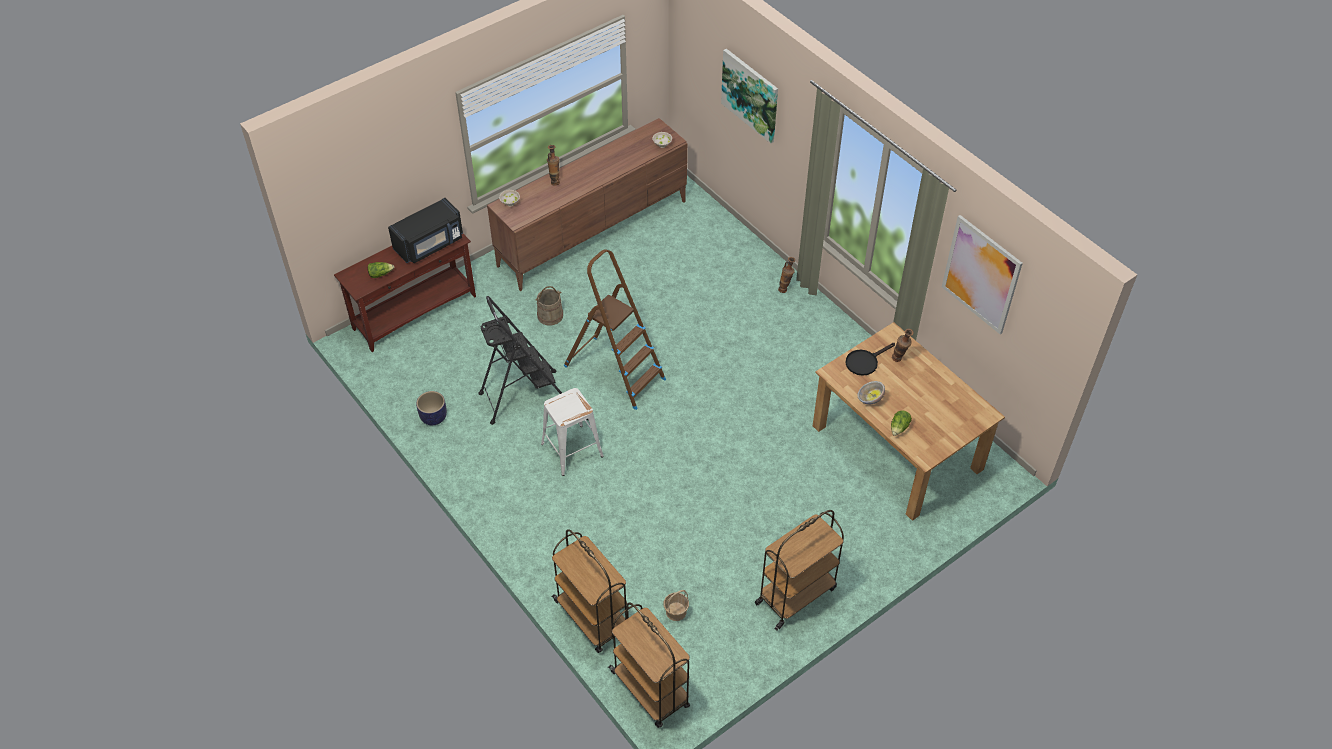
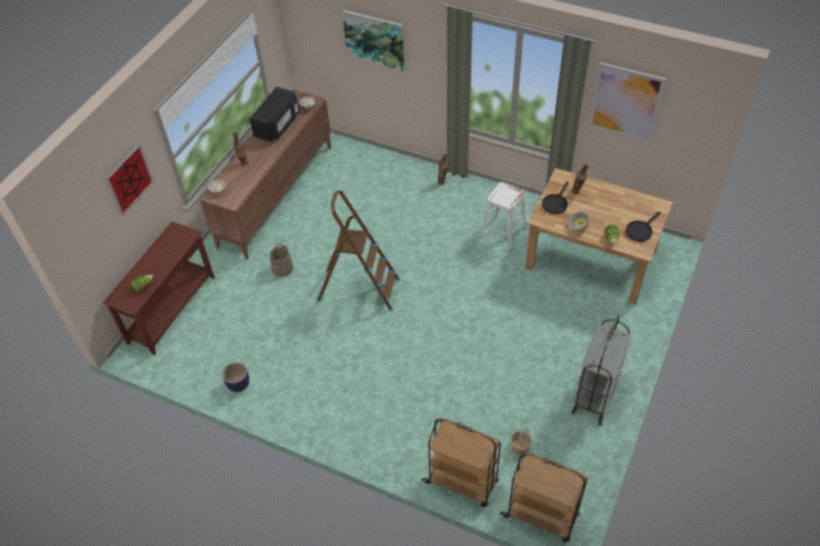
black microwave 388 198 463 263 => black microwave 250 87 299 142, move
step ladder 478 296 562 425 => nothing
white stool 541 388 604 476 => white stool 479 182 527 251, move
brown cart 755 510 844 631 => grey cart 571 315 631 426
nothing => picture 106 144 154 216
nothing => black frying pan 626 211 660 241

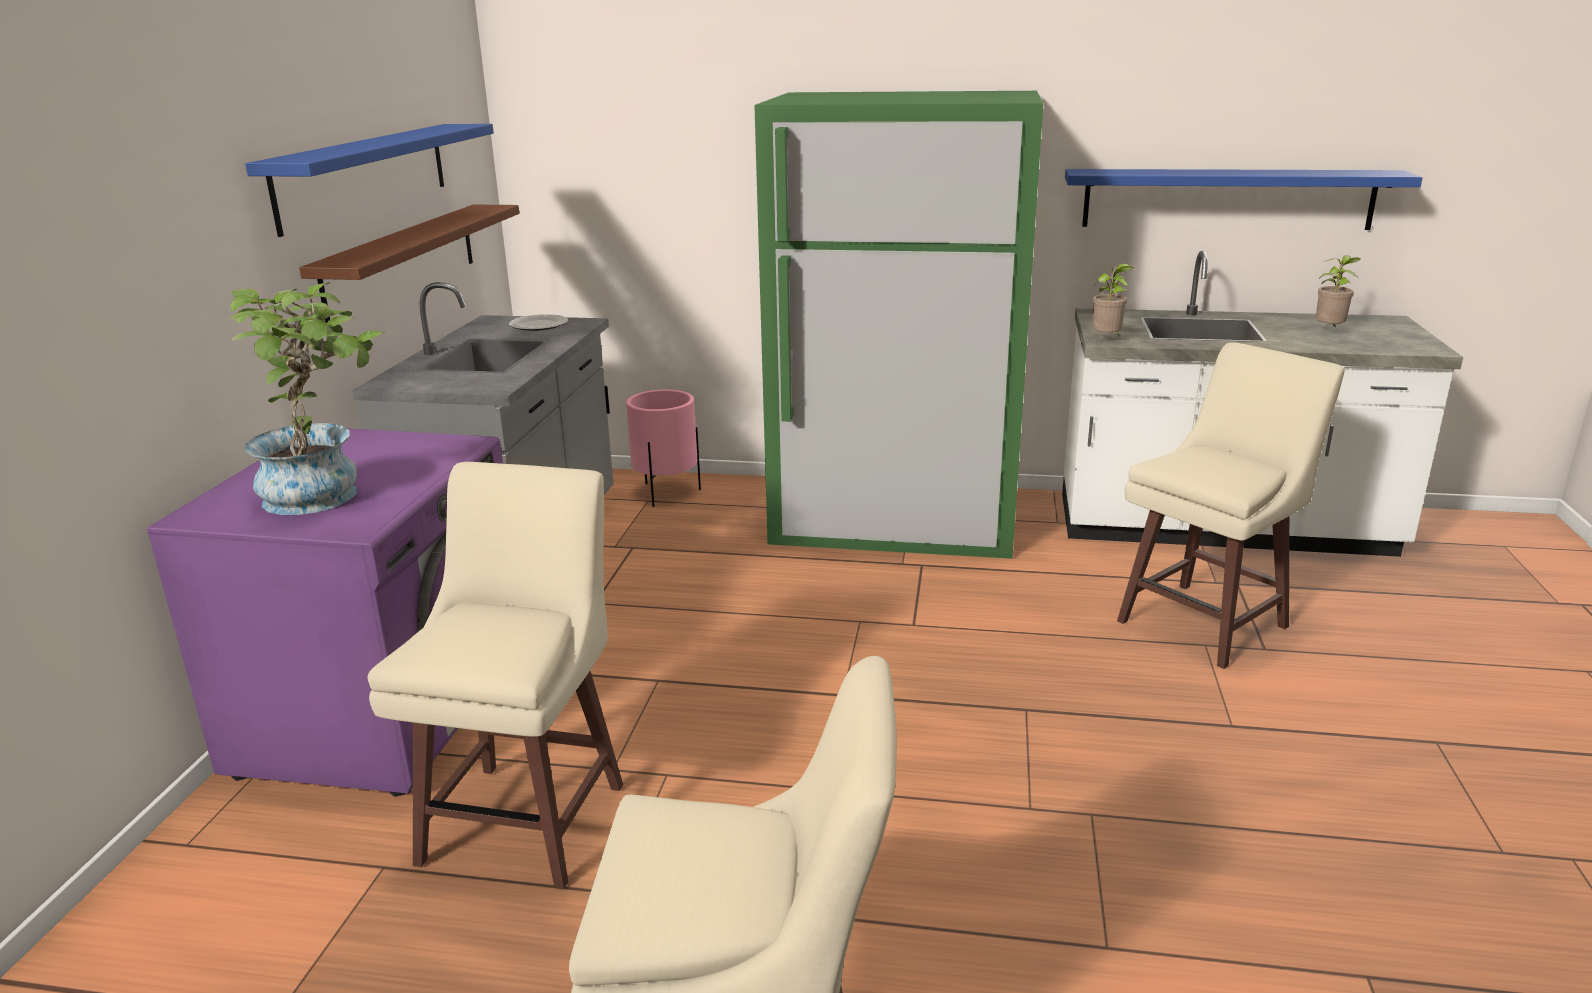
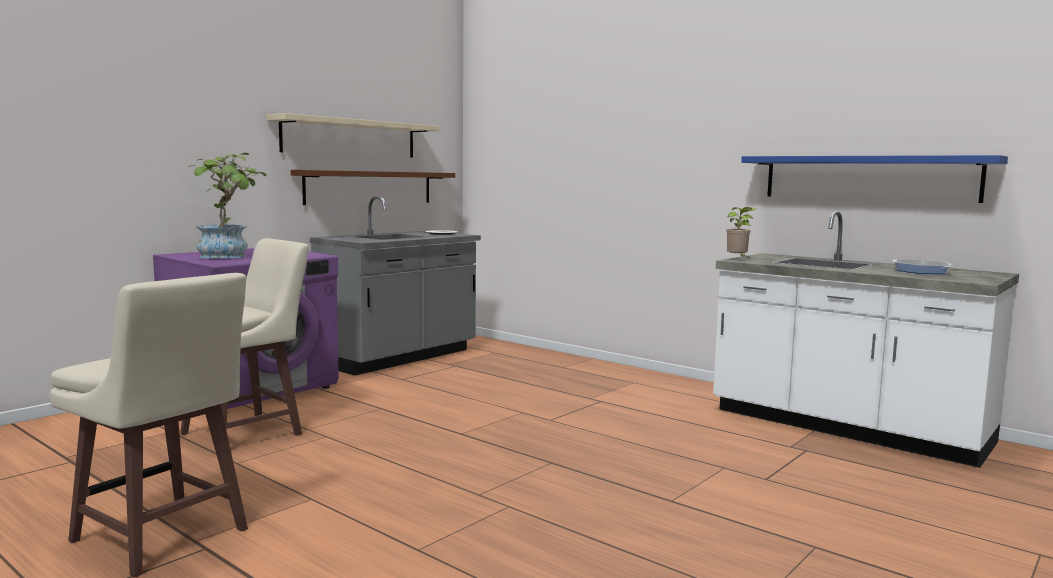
blue shelf 245 124 494 237 => beige shelf 266 113 440 157
pink planter 626 389 701 507 => nothing
green fridge 754 91 1044 559 => nothing
beige stool 1117 342 1345 669 => nothing
potted plant 1316 255 1360 327 => frying pan 892 260 953 274

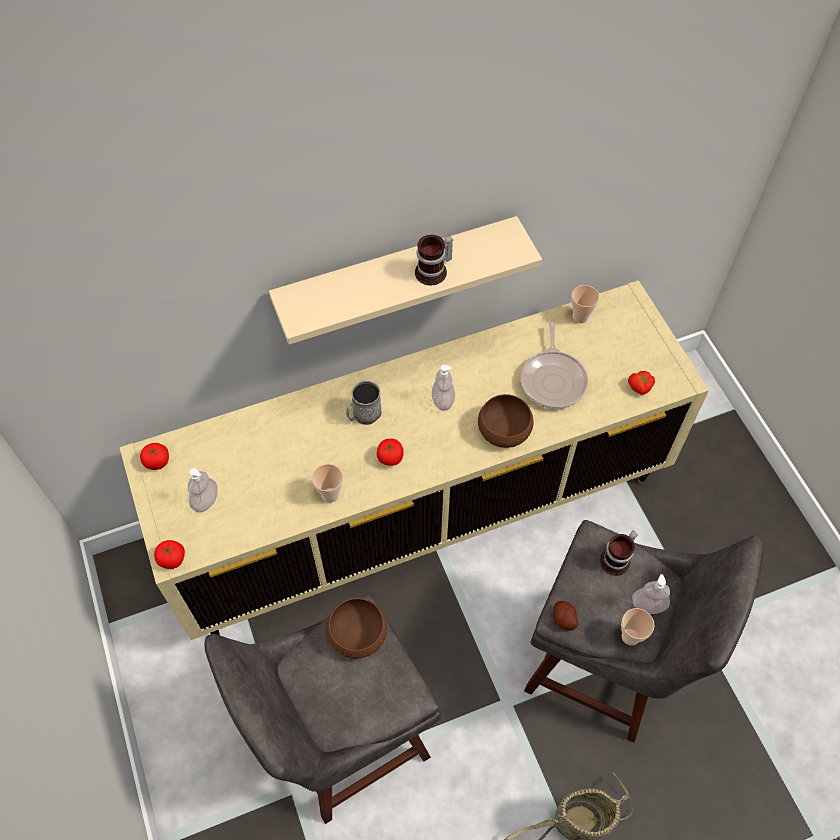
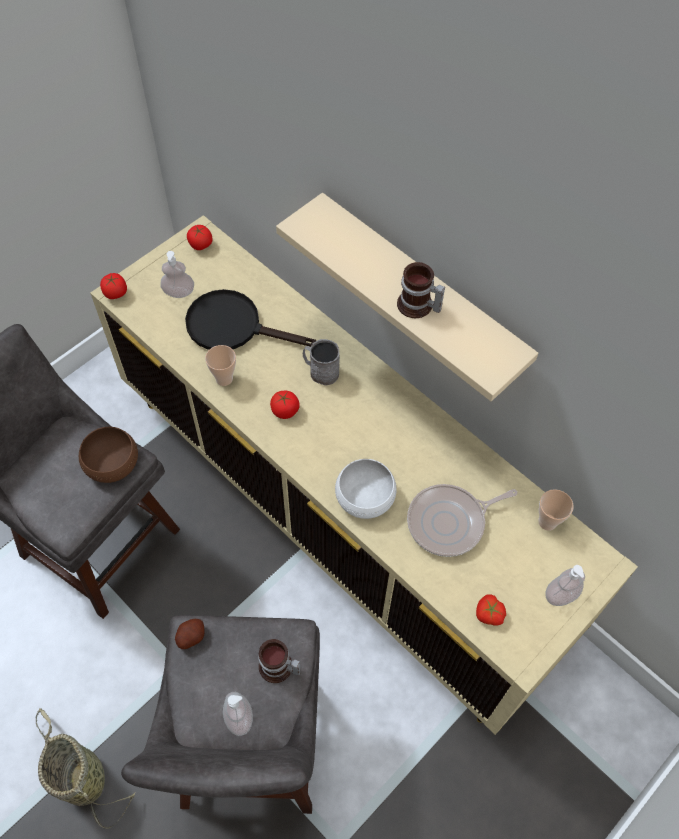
soap dispenser 432 365 455 411 => soap dispenser 546 565 585 606, move
brown bowl 478 394 534 448 => white bowl 335 459 397 519
cup 621 608 655 646 => nothing
nothing => black frying pan 185 289 316 350

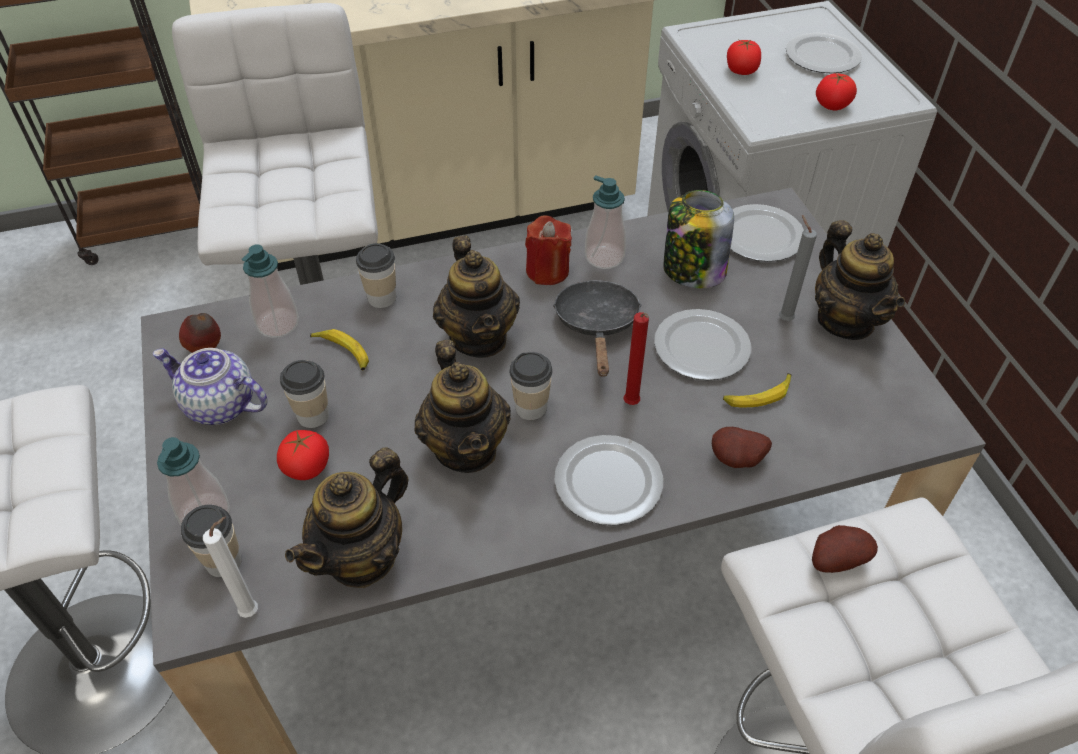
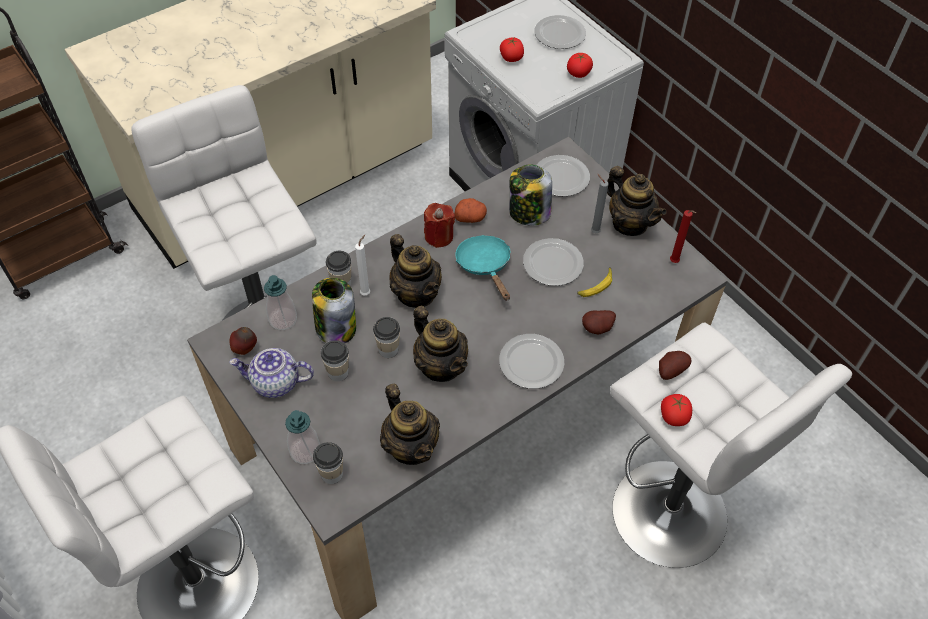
white candle 203 517 258 618 => white candle 355 235 370 295, move
tomato 277 430 329 480 => tomato 661 394 692 426, move
teapot 285 447 409 588 => teapot 380 384 440 465, 45 degrees counterclockwise
banana 310 329 369 370 => jar 312 278 356 344
cup 509 352 553 420 => cup 373 317 400 358, move
black frying pan 553 280 642 377 => turquoise frying pan 455 235 511 301
soap dispenser 585 176 626 269 => potato 454 198 487 223
red candle 624 312 649 405 => red candle 670 210 696 263, move

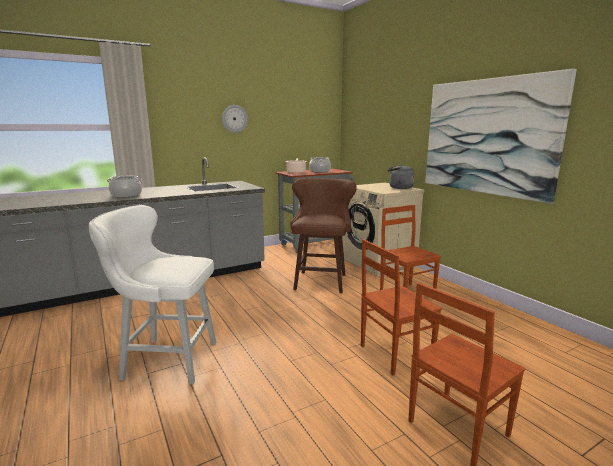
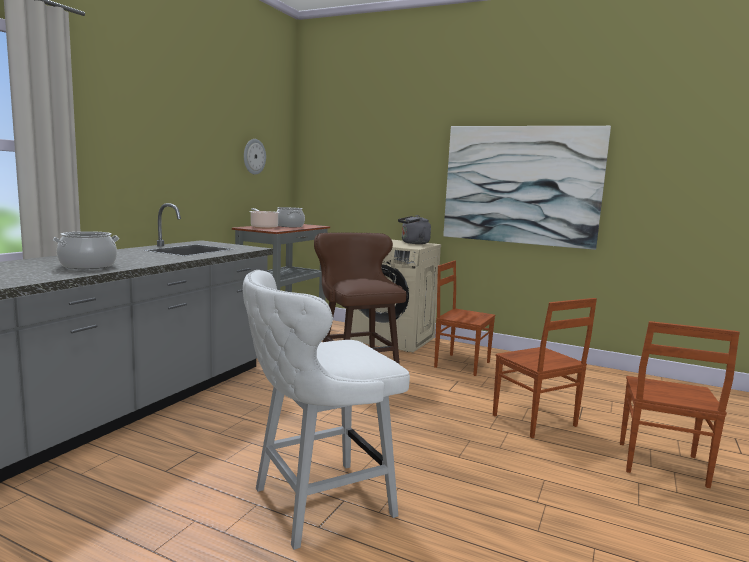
wall clock 222 105 248 133 => wall clock 244 139 266 175, move
brown chair 361 239 442 375 => brown chair 493 298 597 438, 60 degrees counterclockwise

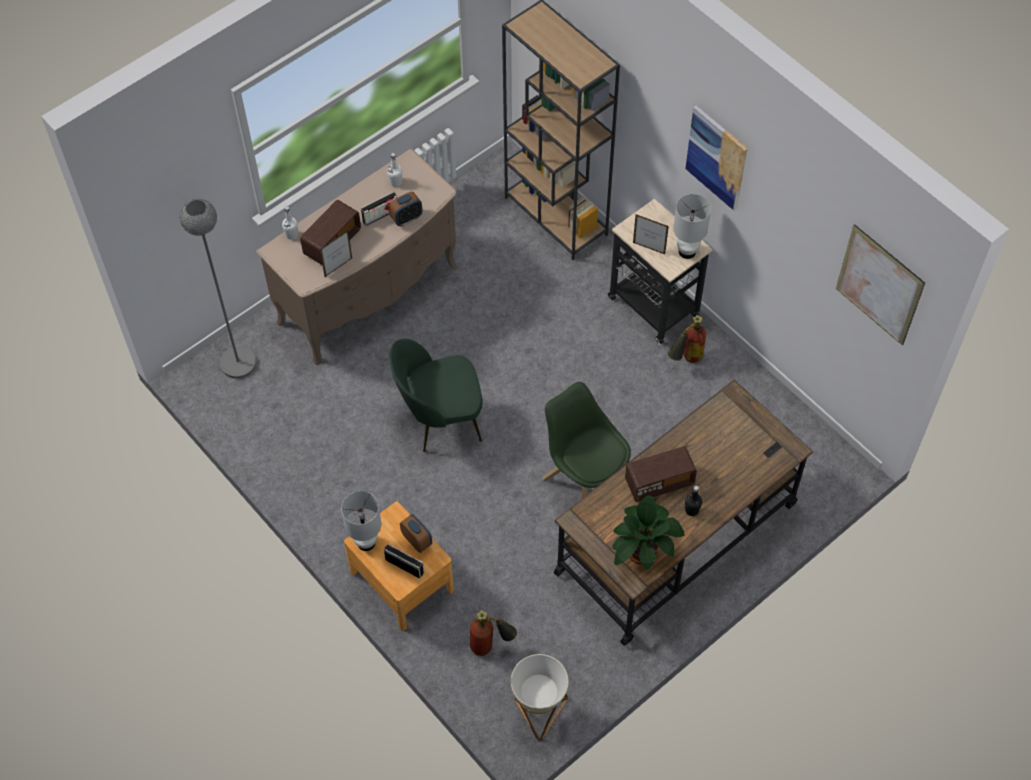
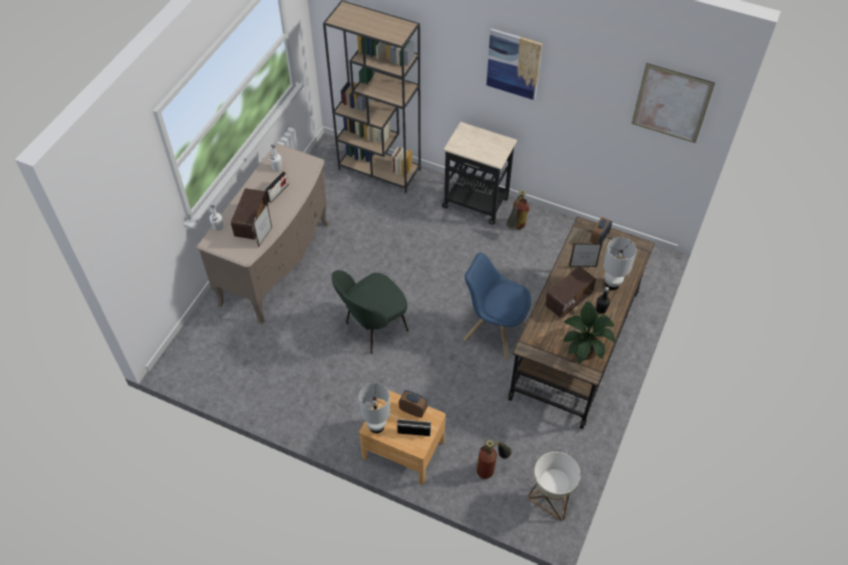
grey floor lamp 180 198 256 379 => nothing
alarm clock 389 192 422 226 => alarm clock 590 217 612 243, move
green chair 542 382 631 498 => blue chair 463 253 531 359
picture frame 633 214 669 254 => picture frame 569 243 603 267, move
white table lamp 673 194 711 259 => white table lamp 603 237 637 290, move

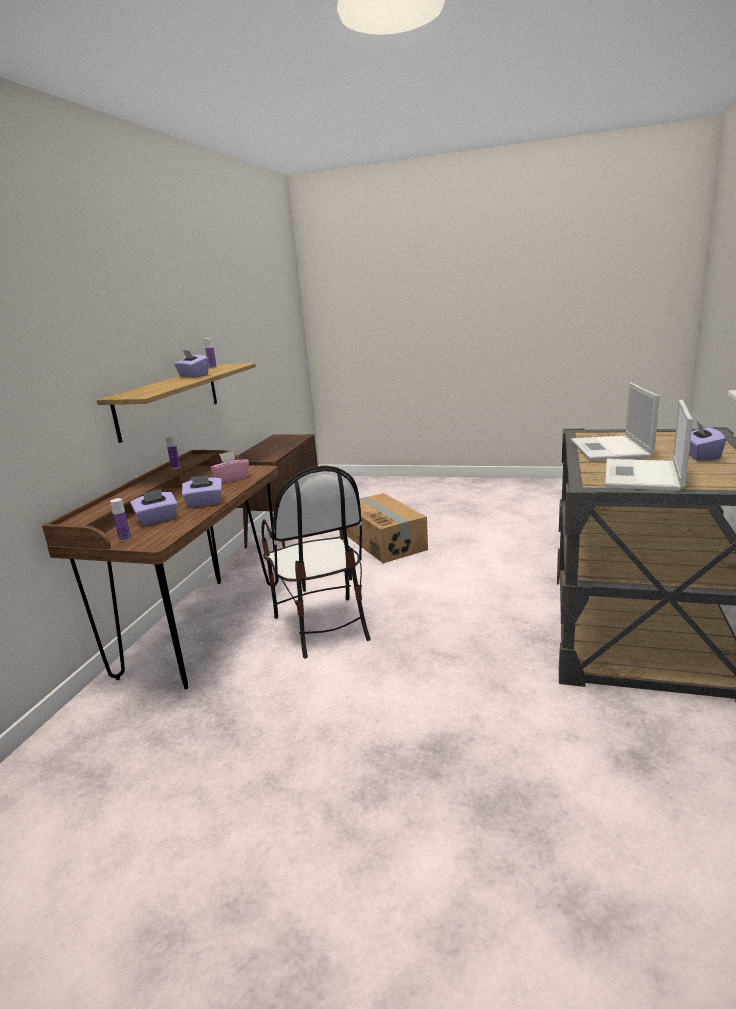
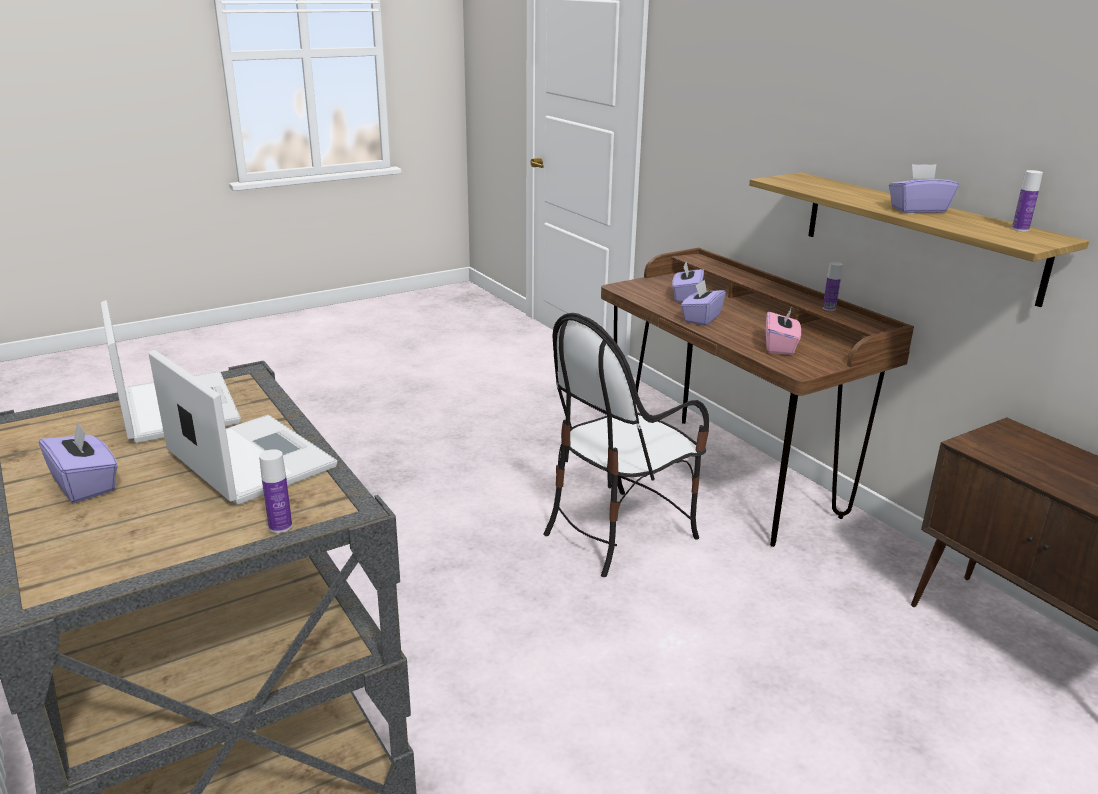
bottle 110 498 131 541 => bottle 259 449 292 533, move
chair 261 466 371 659 => chair 543 313 709 577, 60 degrees counterclockwise
cardboard box 346 493 428 563 => nothing

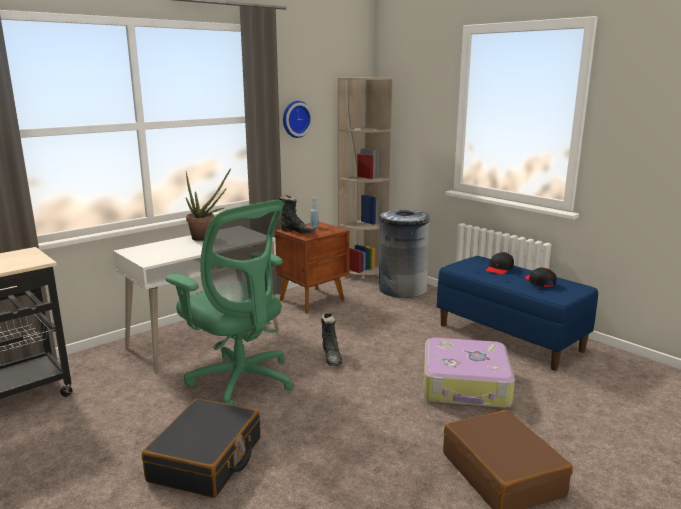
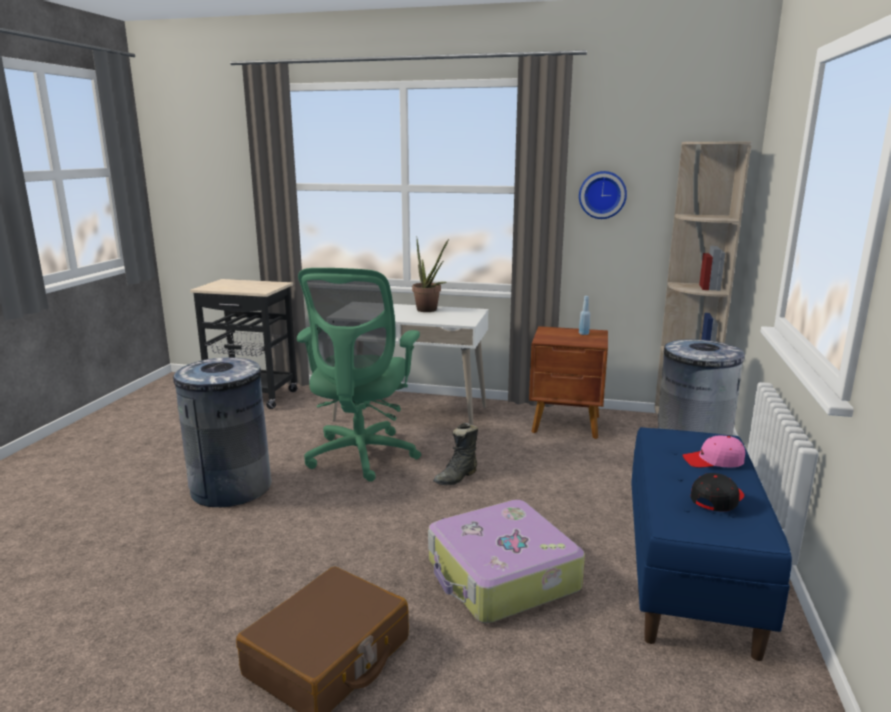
black suitcase 142 399 261 498 => grey trash can 173 357 272 507
black boot 279 195 316 234 => nothing
black cap 486 252 514 275 => pink cap 682 436 745 467

